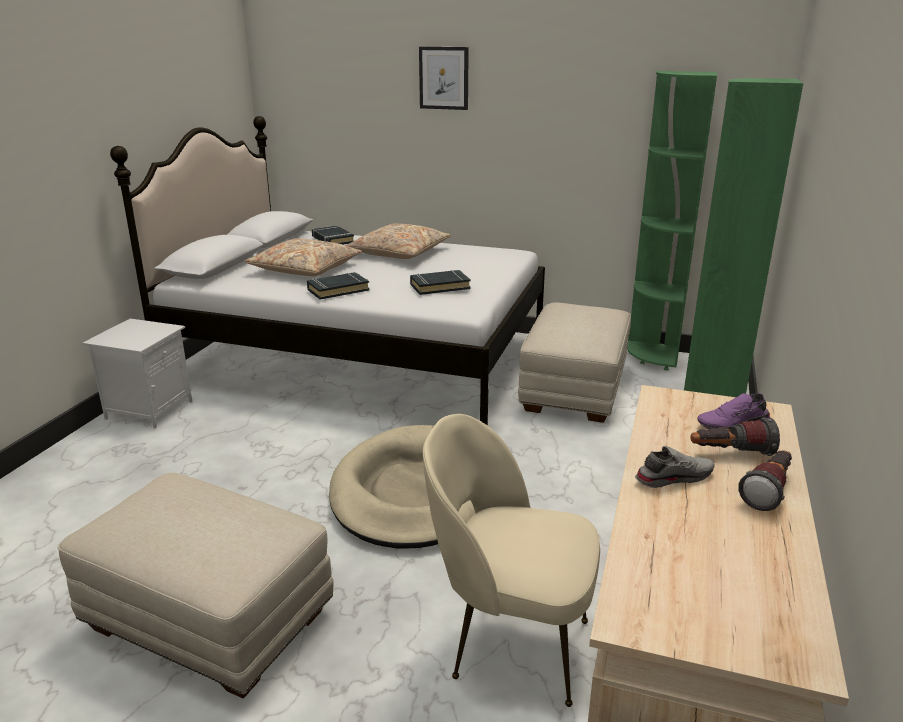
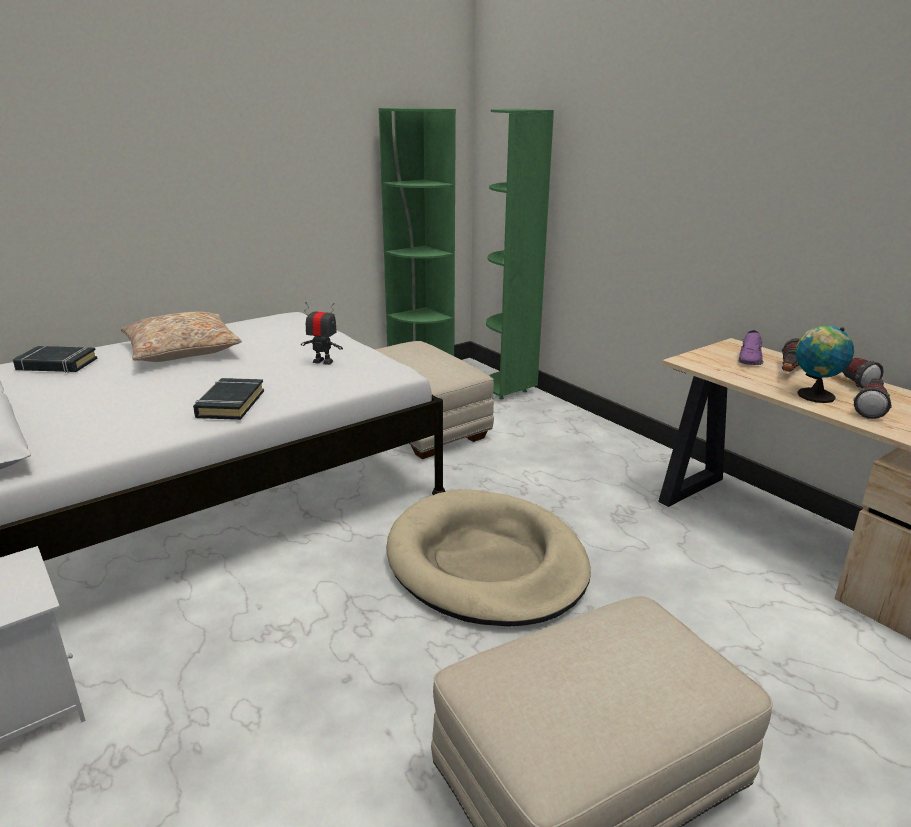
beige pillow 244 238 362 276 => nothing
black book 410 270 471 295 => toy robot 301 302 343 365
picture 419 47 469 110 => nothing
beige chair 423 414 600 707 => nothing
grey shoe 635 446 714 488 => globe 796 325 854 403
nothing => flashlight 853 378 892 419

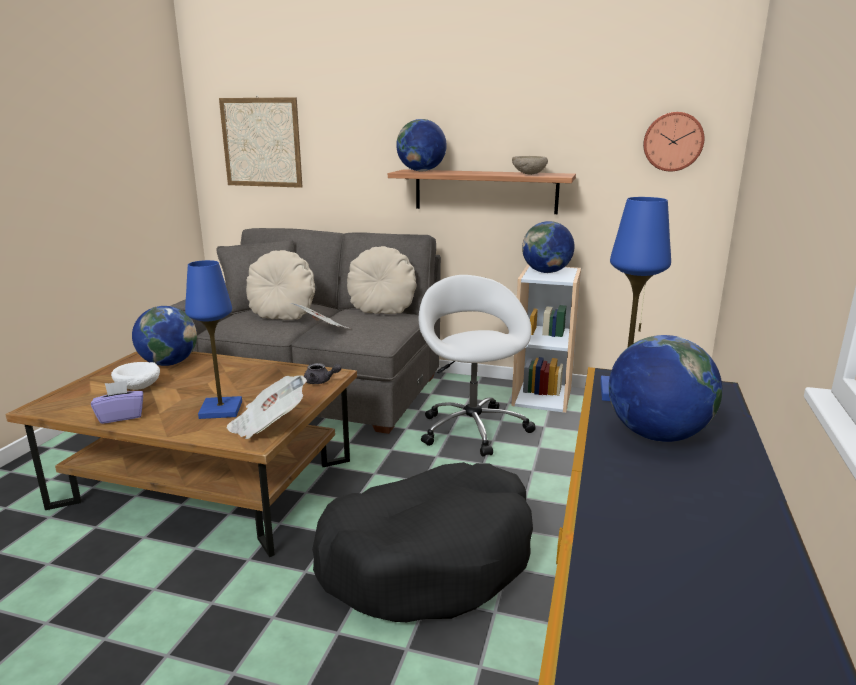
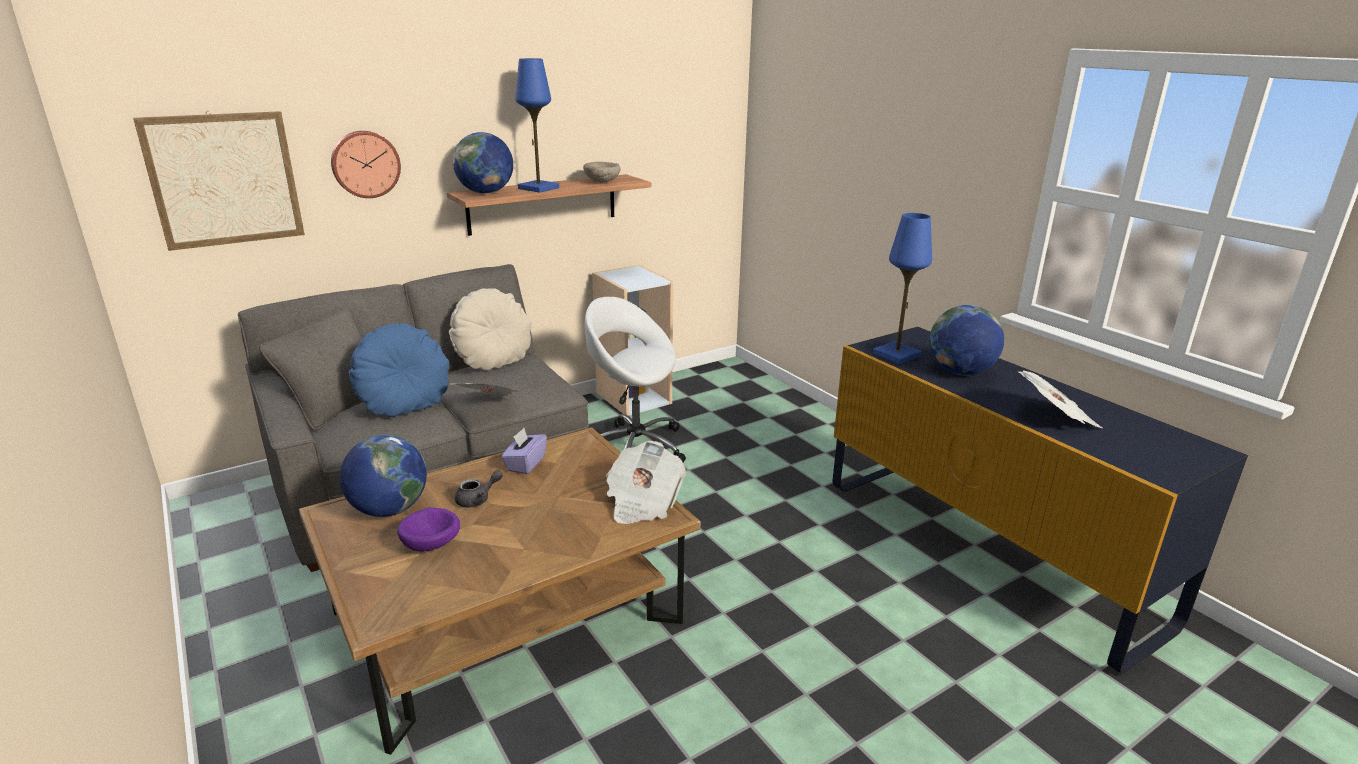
purple tissue box 91 380 143 424 => purple tissue box 501 428 547 474, move
white bowl 111 362 160 390 => purple bowl 398 507 460 551
blue table lamp 185 260 242 419 => blue table lamp 515 58 559 193, move
beige pillow 246 250 315 320 => blue pillow 349 323 450 417
grey teapot 304 363 341 384 => grey teapot 455 470 503 508, move
black dog bed 312 462 533 622 => nothing
globe 522 221 574 273 => nothing
wall clock 643 112 704 171 => wall clock 331 131 401 198, move
nothing => newspaper 1018 370 1103 428

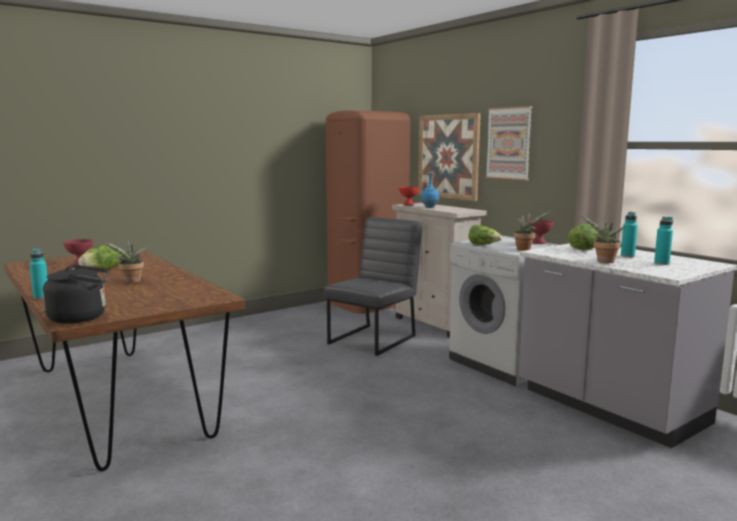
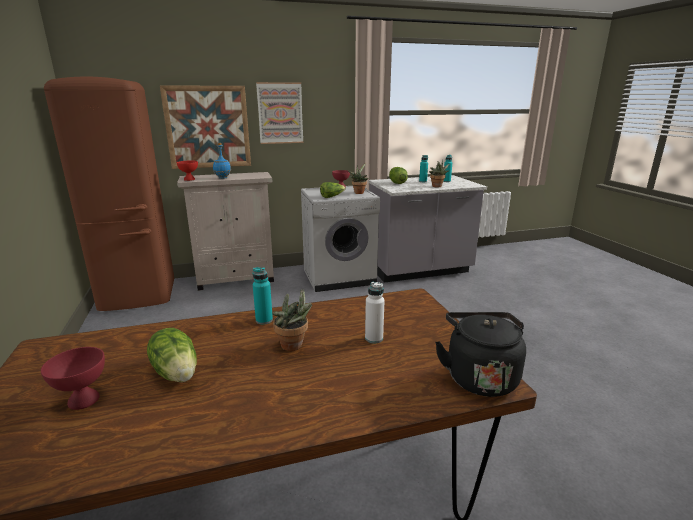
turquoise bottle 29 248 48 299 => turquoise bottle 253 267 273 324, move
grey chair 324 217 422 356 => nothing
nothing => white bottle 365 282 385 343

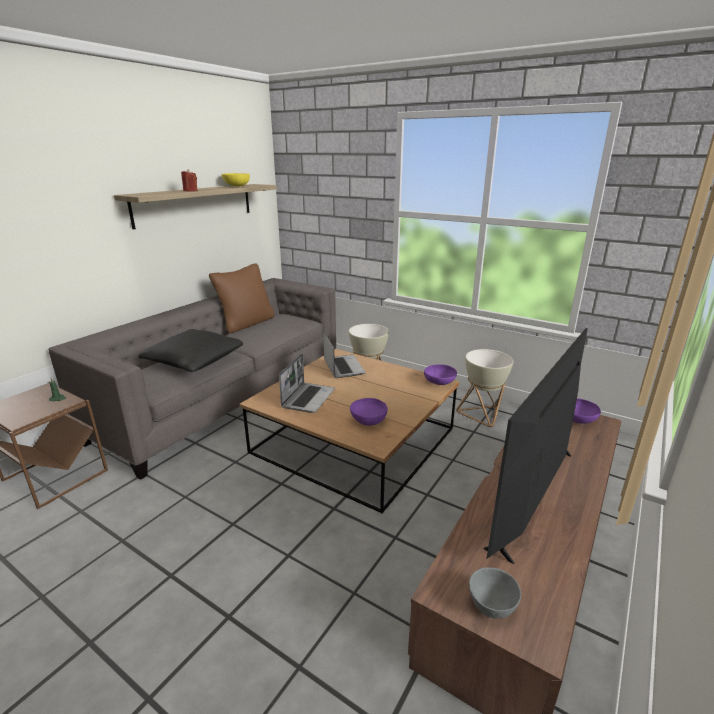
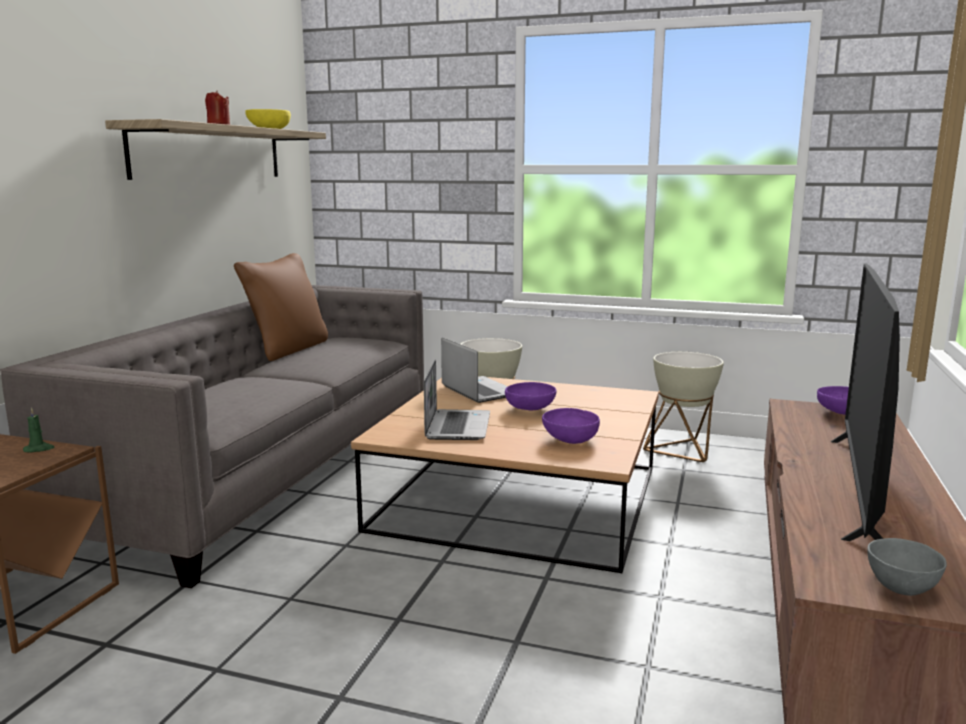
black pillow 138 329 243 372 => nothing
purple bowl 424 364 457 385 => purple bowl 505 382 557 411, move

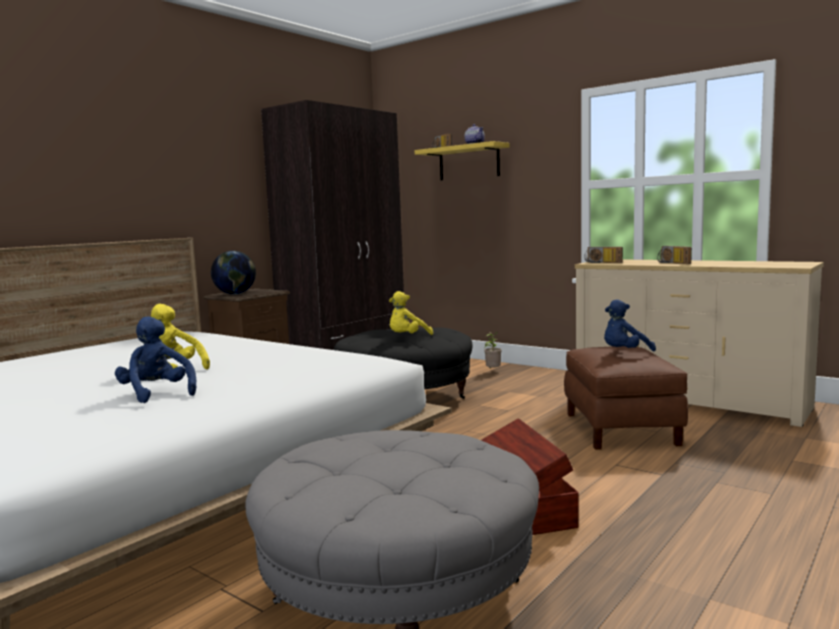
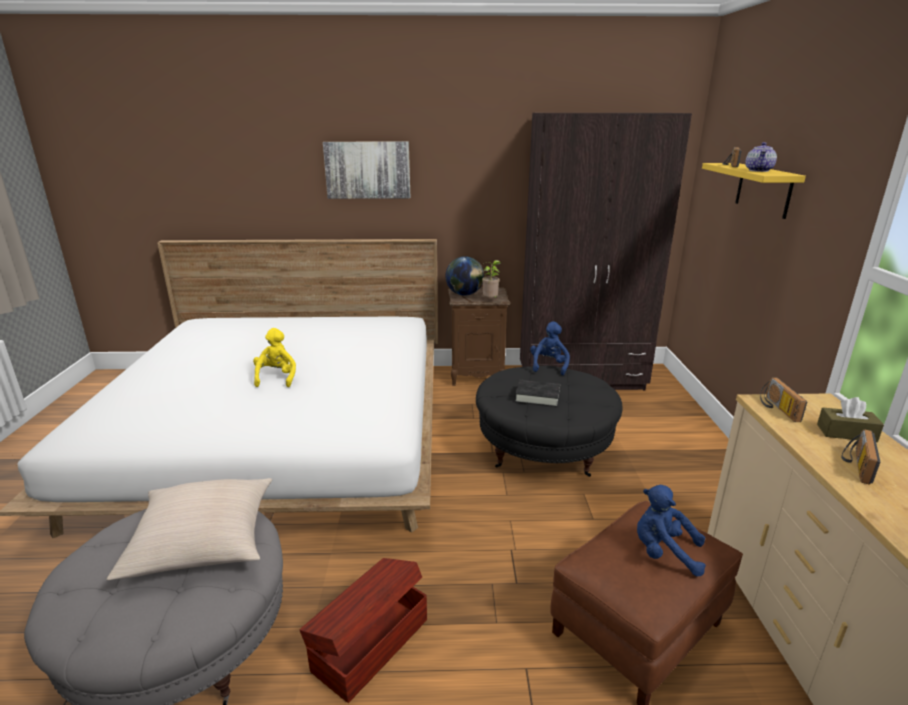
blue plush toy 115 316 196 403 => blue plush toy 530 321 570 375, move
yellow plush toy 389 291 433 335 => black book 515 380 560 407
potted plant 484 332 502 369 => potted plant 482 260 502 298, move
nothing => beige pillow 107 478 272 580
nothing => picture 323 142 410 199
nothing => brown tissue box 817 397 884 442

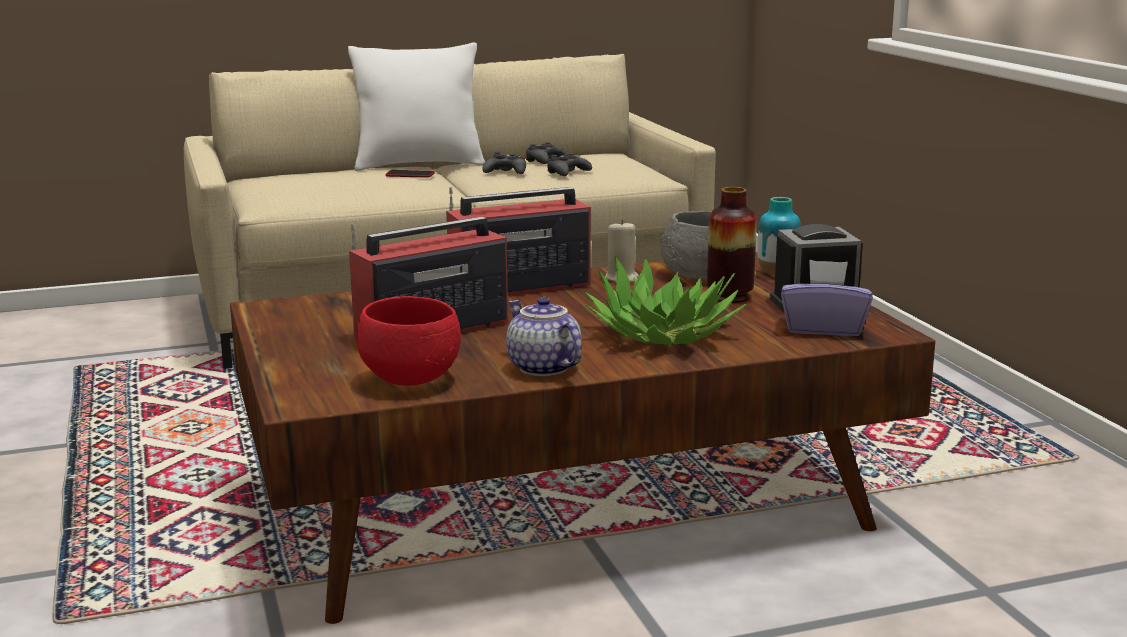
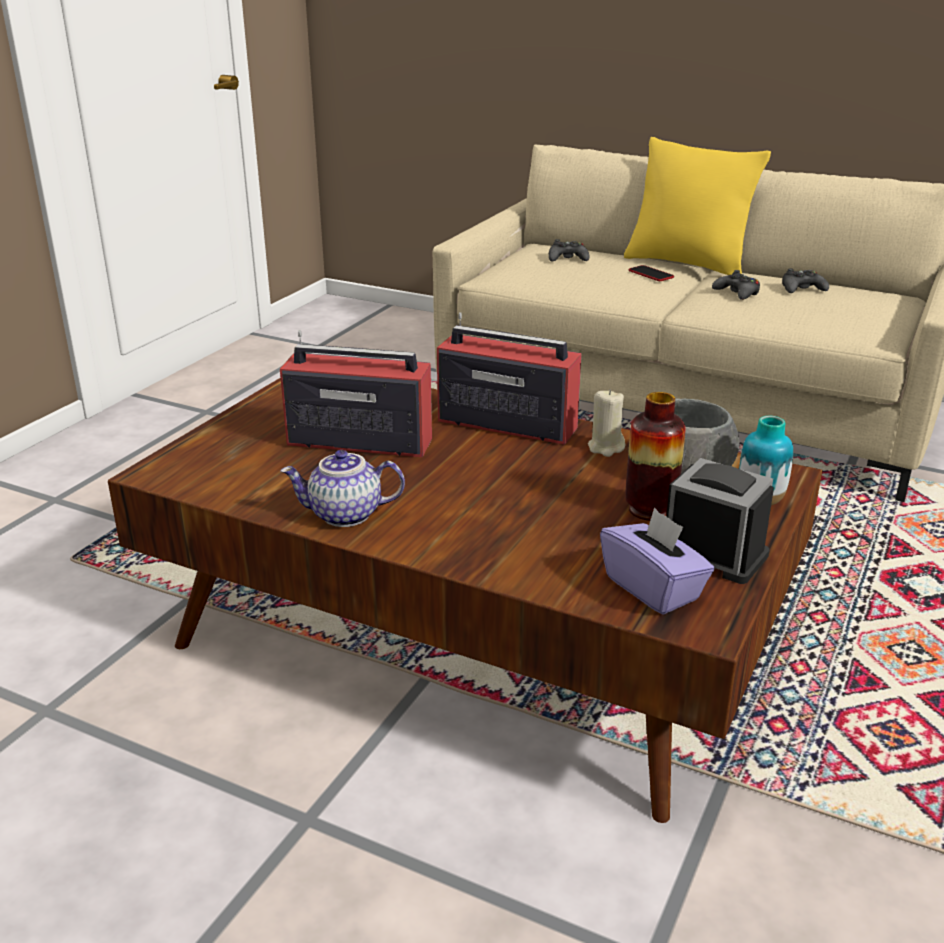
white pillow 348 43 485 171 => yellow pillow 624 137 771 275
red bowl 357 296 461 386 => nothing
teapot 506 297 582 376 => teapot 280 450 405 527, 105 degrees counterclockwise
black game controller 547 153 592 176 => black game controller 549 239 589 262, move
potted plant 584 257 747 345 => nothing

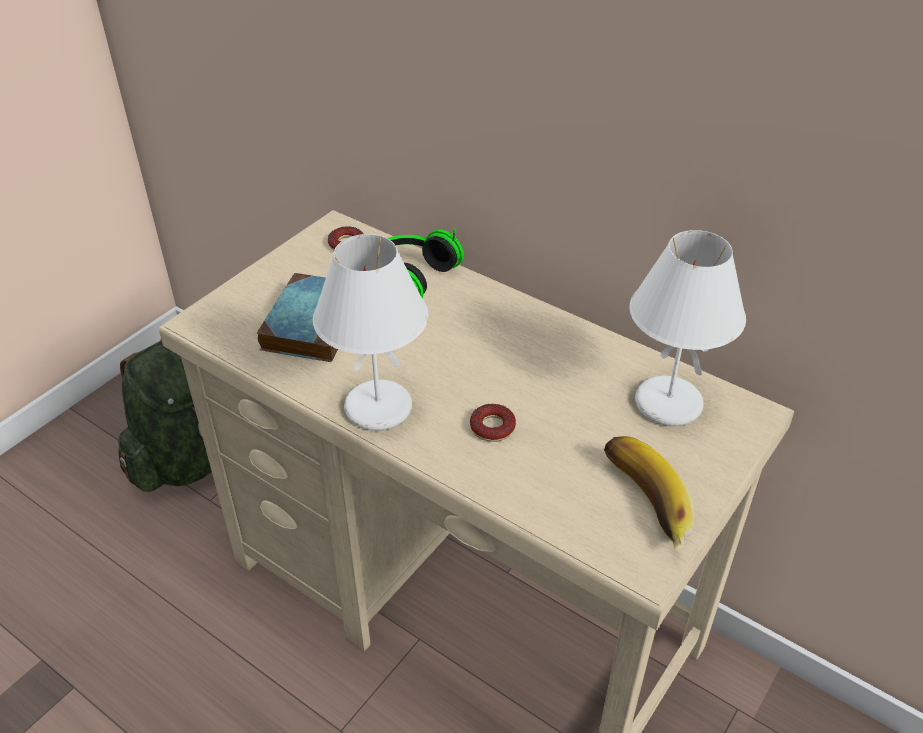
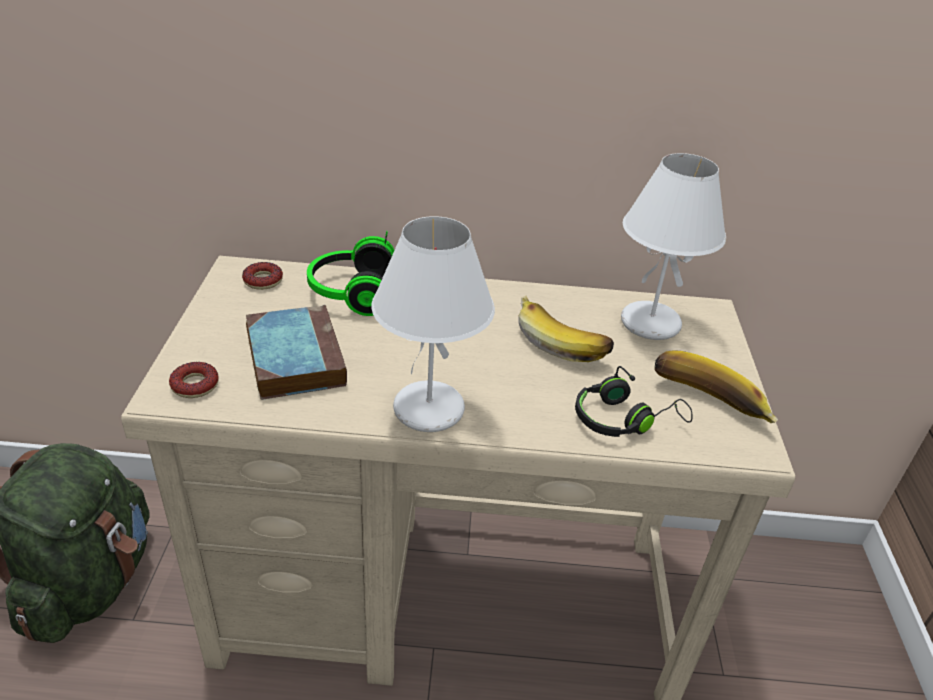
donut 470 404 516 442 => donut 169 362 219 398, move
nothing => banana 518 296 614 362
nothing => black headphones 575 366 693 437

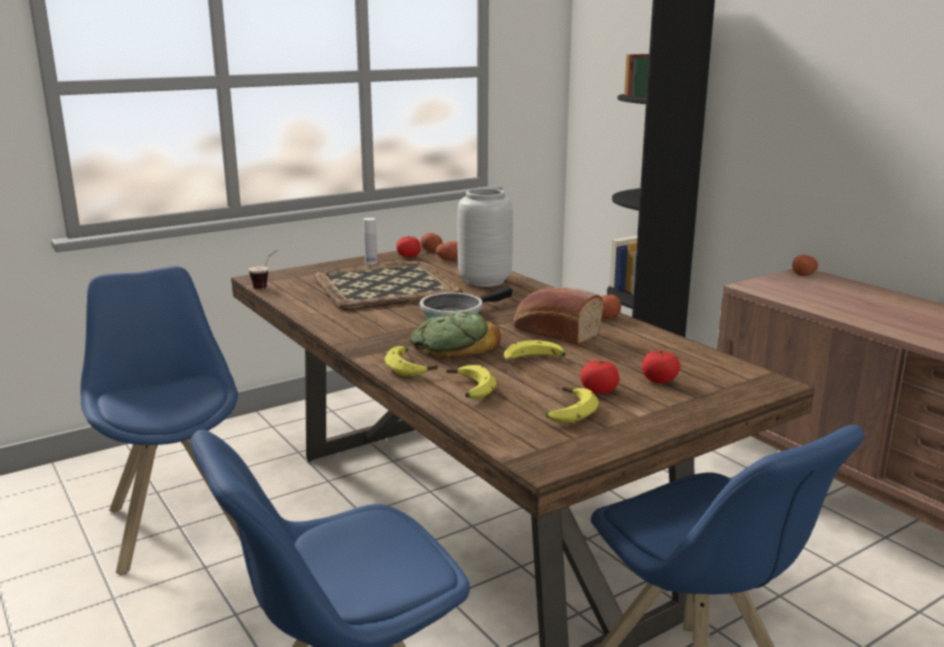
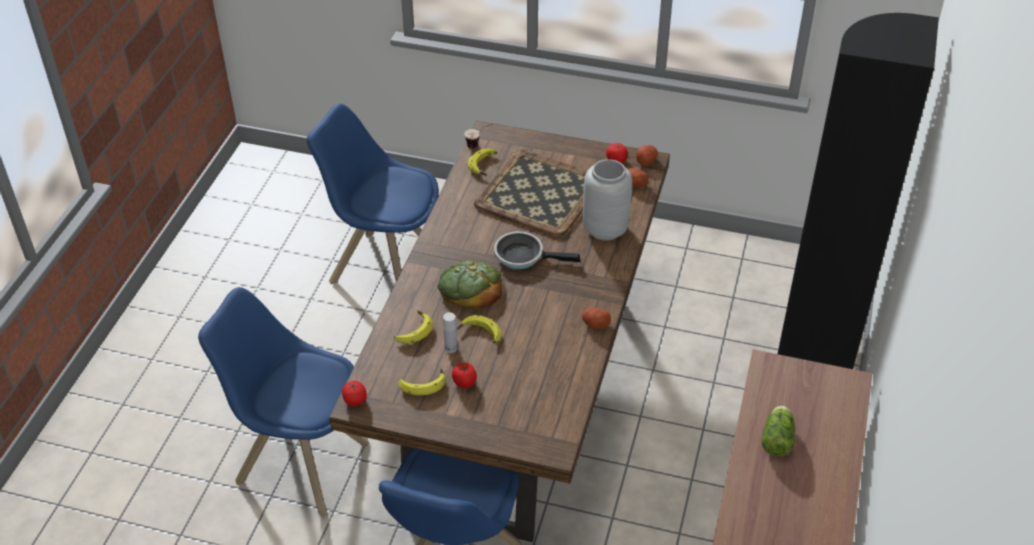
blue chair 80 266 240 575 => blue chair 307 103 439 284, 90 degrees counterclockwise
white bottle 363 218 378 265 => white bottle 443 312 457 353, move
banana 384 346 438 376 => banana 468 148 497 175, move
bread 513 287 603 345 => nothing
tomato 642 350 680 383 => tomato 342 381 367 406, move
potato 792 255 818 276 => nothing
nothing => lettuce 762 405 795 456

